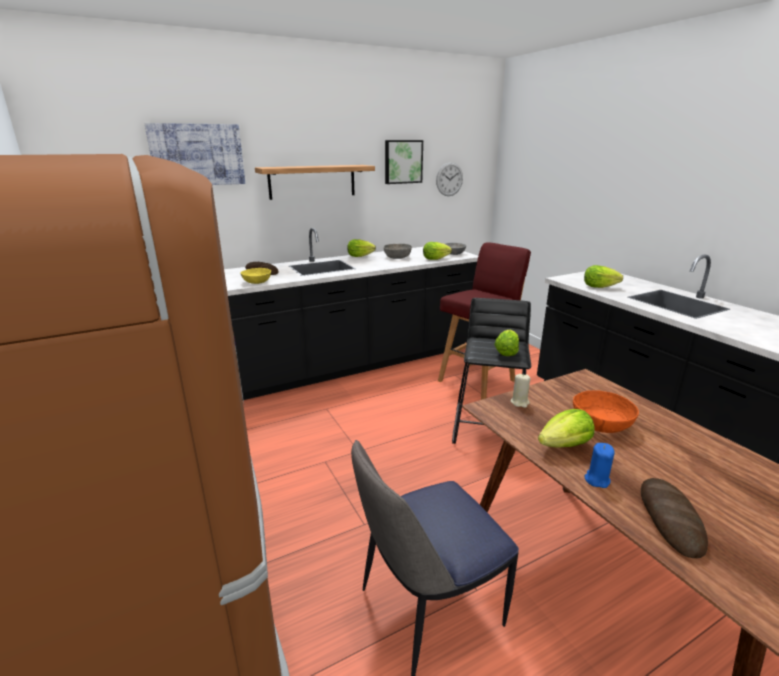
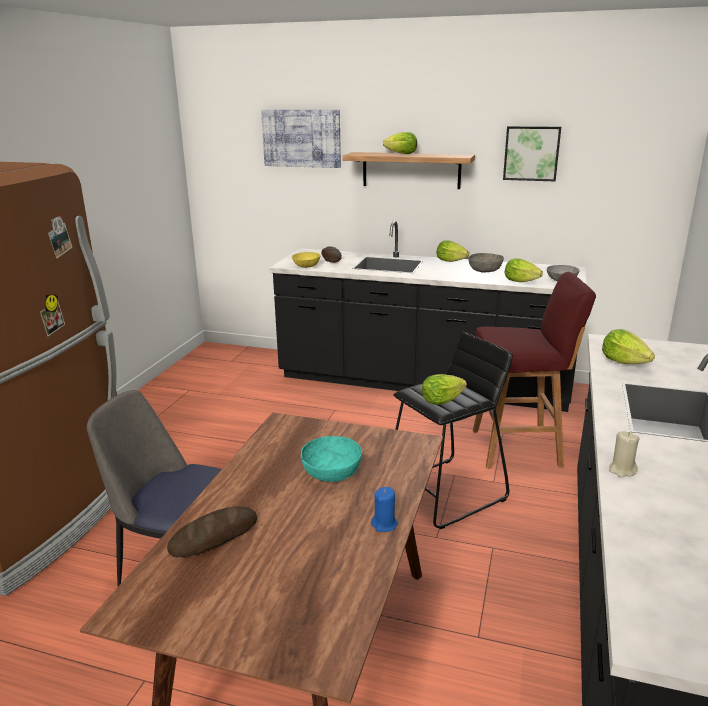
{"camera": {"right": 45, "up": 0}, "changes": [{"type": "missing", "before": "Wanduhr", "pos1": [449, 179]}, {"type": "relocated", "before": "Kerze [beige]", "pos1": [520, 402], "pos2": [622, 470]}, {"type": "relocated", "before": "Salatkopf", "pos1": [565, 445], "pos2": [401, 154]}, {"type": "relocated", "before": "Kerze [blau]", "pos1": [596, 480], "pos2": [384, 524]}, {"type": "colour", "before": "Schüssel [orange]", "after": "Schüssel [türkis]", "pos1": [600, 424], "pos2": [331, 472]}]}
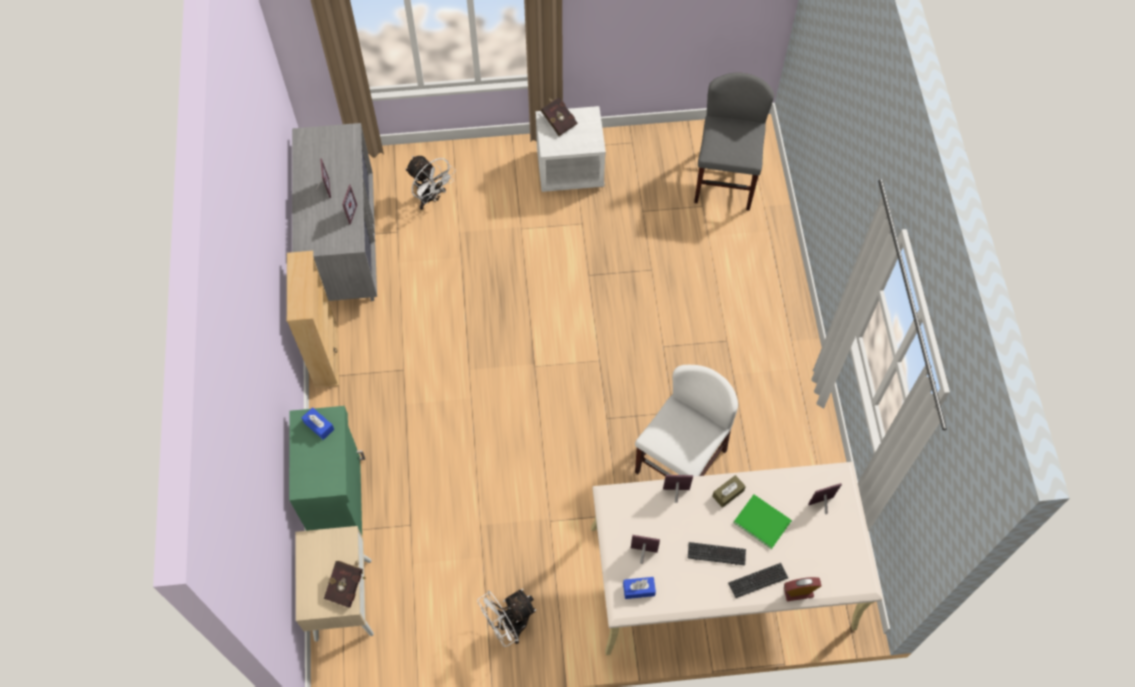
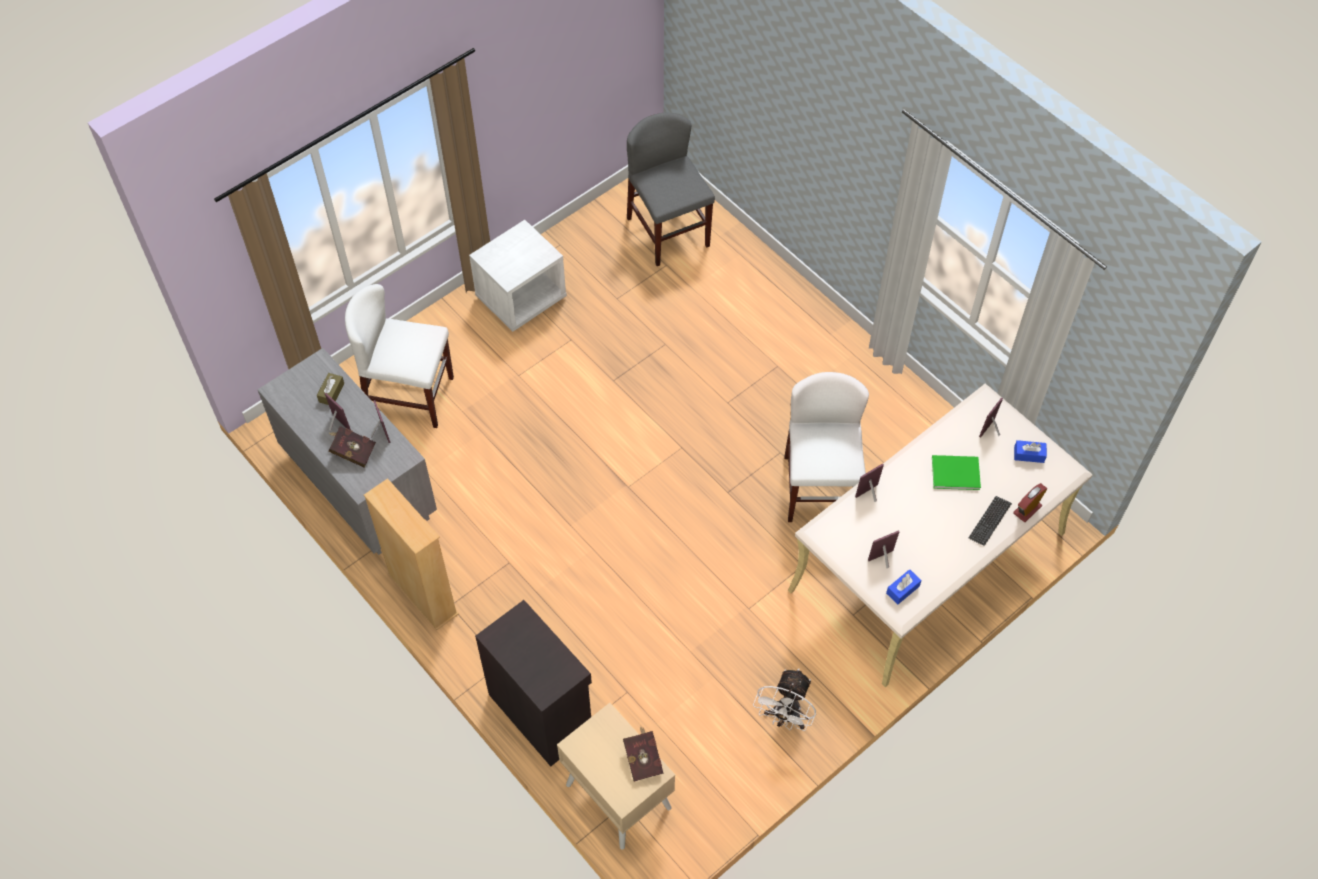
{"camera": {"right": -35, "up": -5}, "changes": [{"type": "missing", "before": "Tastatur", "pos1": [716, 554]}, {"type": "relocated", "before": "Taschentuchbox [blau]", "pos1": [319, 426], "pos2": [1029, 455]}, {"type": "relocated", "before": "Buch [rot]", "pos1": [558, 121], "pos2": [352, 451]}, {"type": "relocated", "before": "Taschentuchbox [braun]", "pos1": [728, 493], "pos2": [331, 393]}, {"type": "exchanged", "before": "Ventilator [weiß]", "after": "Stuhl [weiß]", "pos1": [431, 198], "pos2": [410, 396]}, {"type": "colour", "before": "Schrank [grün]", "after": "Schrank [schwarz]", "pos1": [339, 498], "pos2": [541, 712]}]}
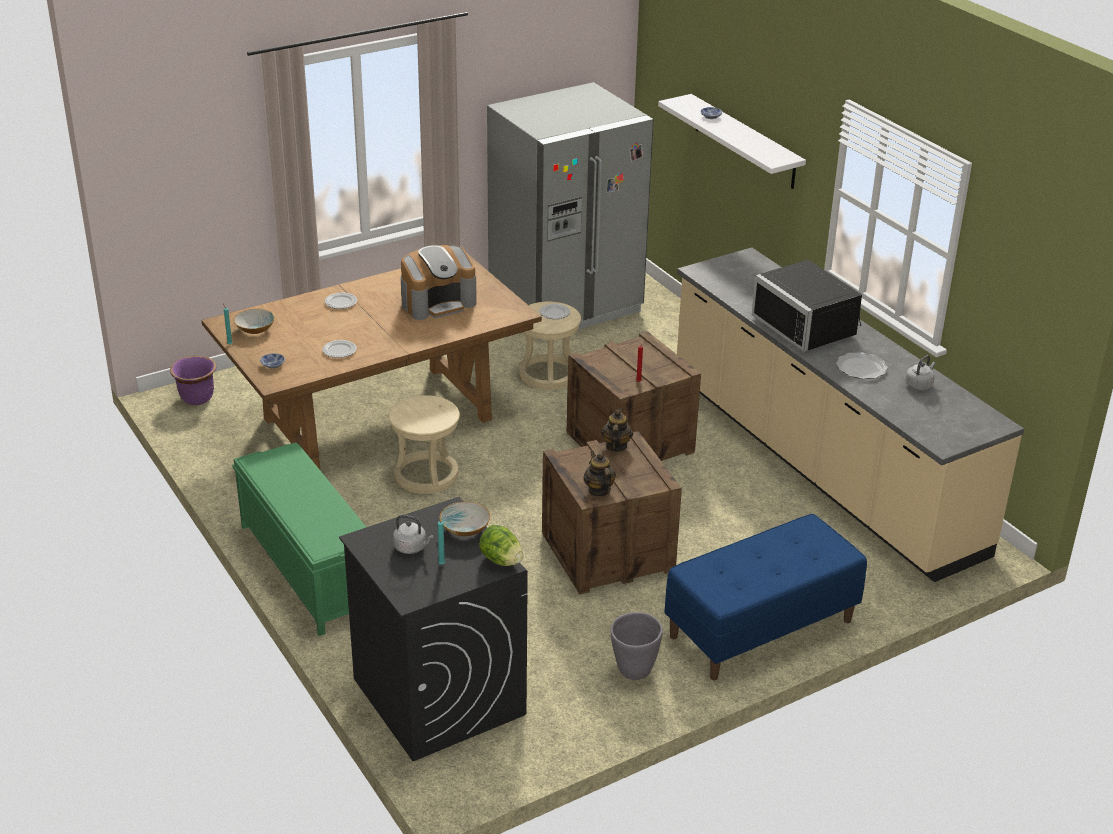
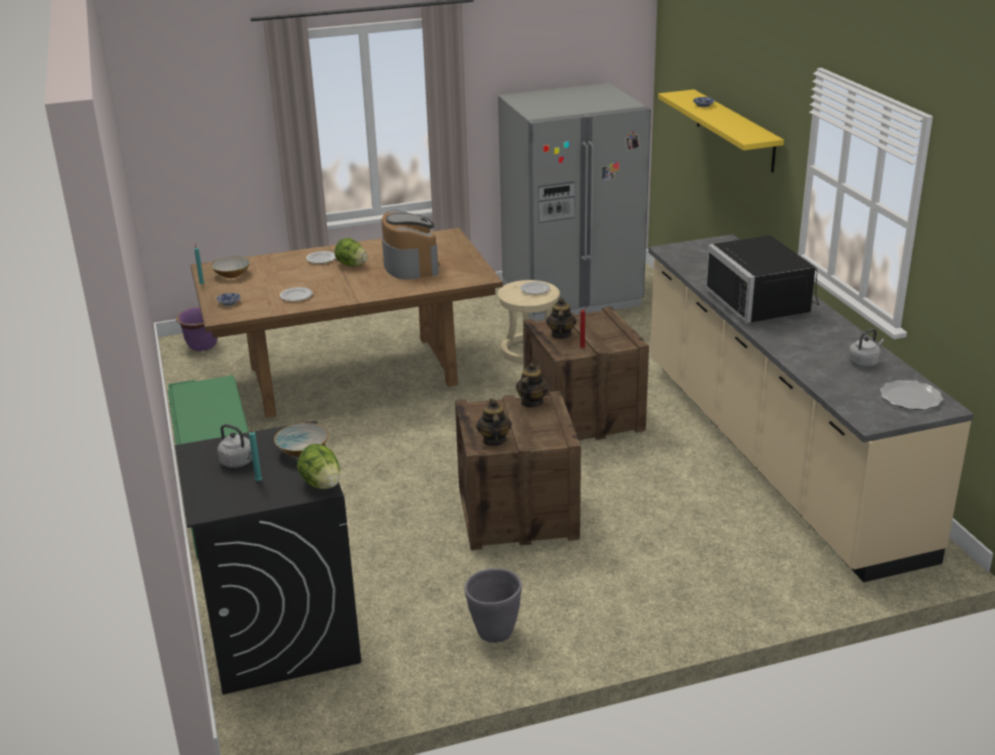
{"camera": {"right": 15, "up": -5}, "changes": [{"type": "missing", "before": "Hocker [beige]", "pos1": [426, 475]}, {"type": "missing", "before": "Bank [blau]", "pos1": [761, 629]}, {"type": "appeared", "after": "Salatkopf", "pos2": [351, 265]}, {"type": "appeared", "after": "Teekanne", "pos2": [560, 334]}, {"type": "relocated", "before": "Teller", "pos1": [861, 368], "pos2": [910, 398]}, {"type": "colour", "before": "Wandregal [weiß]", "after": "Wandregal [gelb]", "pos1": [744, 142], "pos2": [734, 130]}, {"type": "spun", "before": "Kaffeemaschine", "pos1": [438, 303], "pos2": [410, 265], "turn": -90}]}
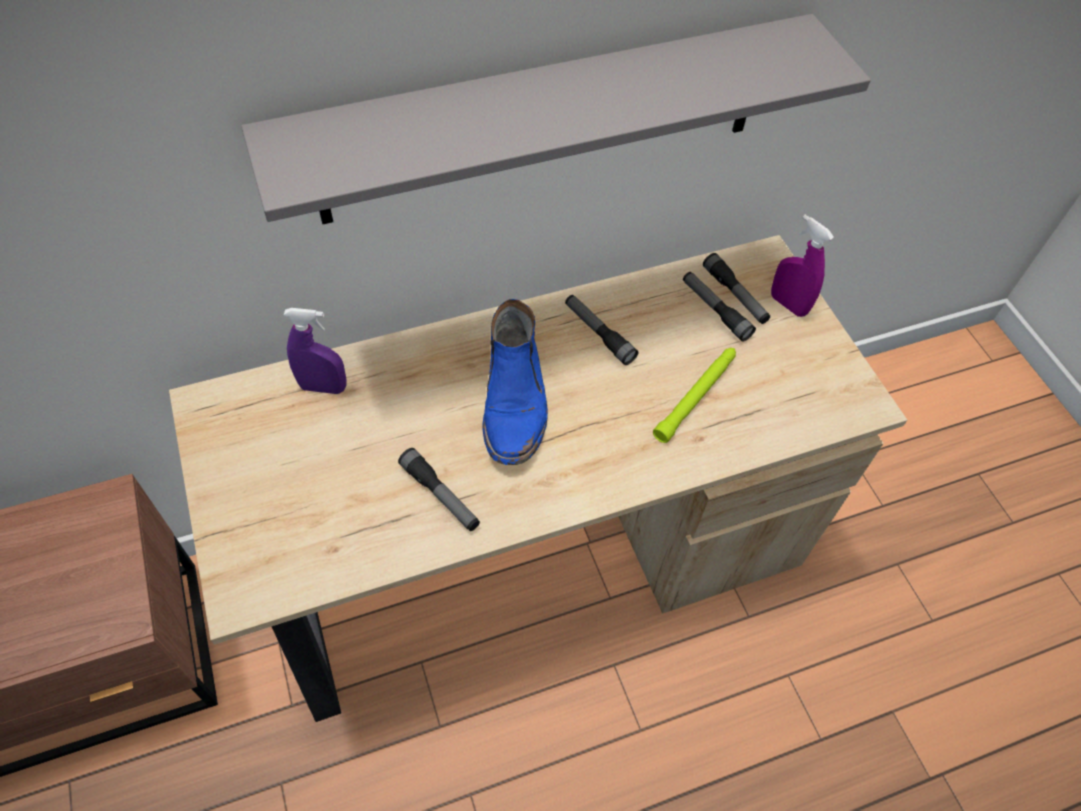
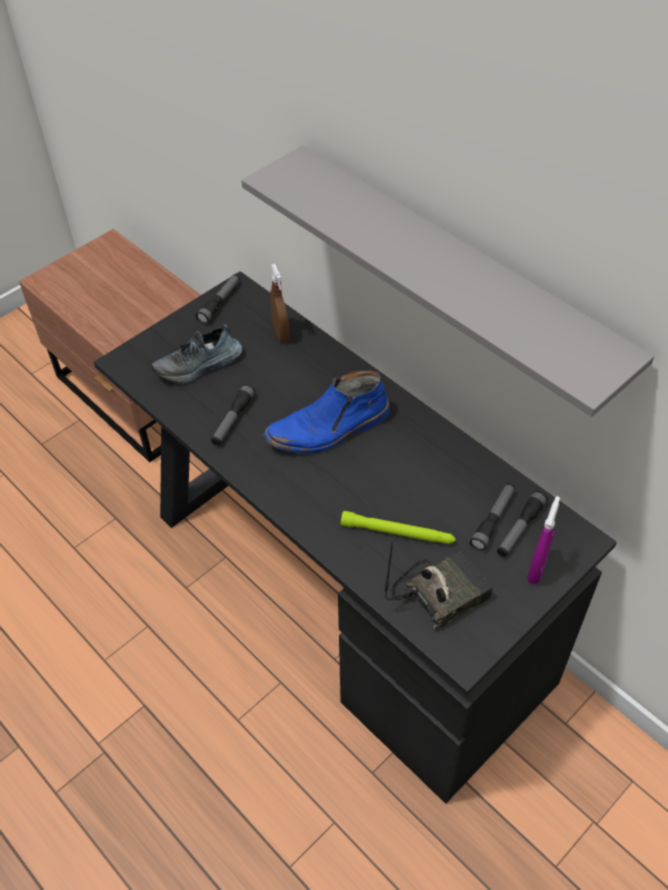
{"camera": {"right": 70, "up": -5}, "changes": [{"type": "appeared", "after": "Schuh", "pos2": [199, 366]}, {"type": "appeared", "after": "Radio", "pos2": [440, 593]}, {"type": "relocated", "before": "Taschenlampe", "pos1": [598, 333], "pos2": [220, 302]}, {"type": "colour", "before": "Schreibtisch [beige]", "after": "Schreibtisch [schwarz]", "pos1": [530, 558], "pos2": [338, 590]}, {"type": "colour", "before": "Sprühflasche [lila]", "after": "Sprühflasche [braun]", "pos1": [323, 387], "pos2": [281, 333]}]}
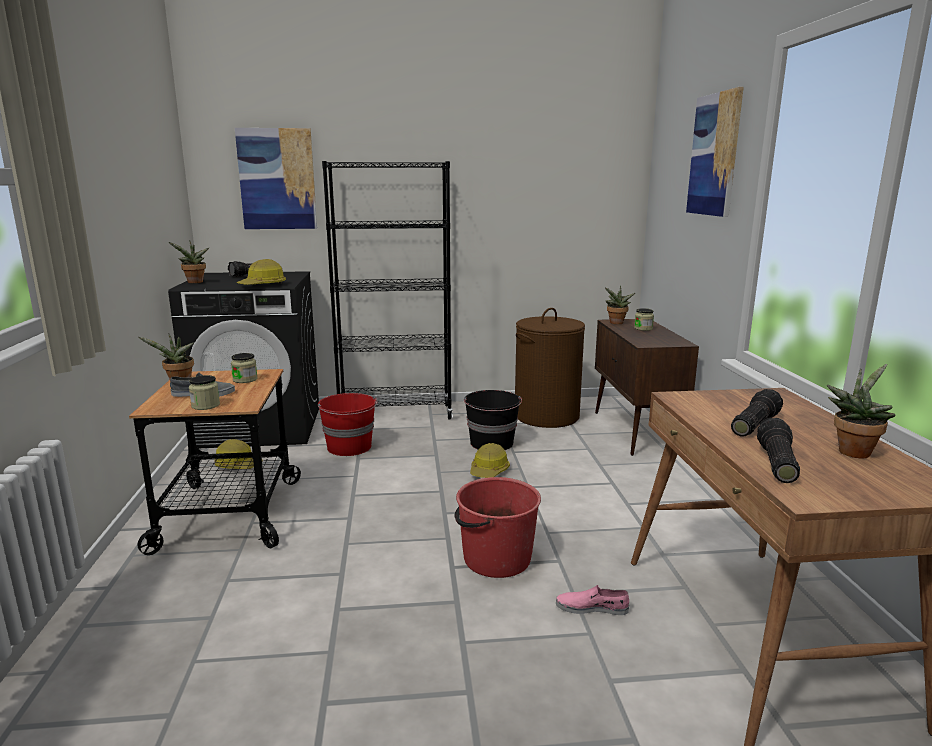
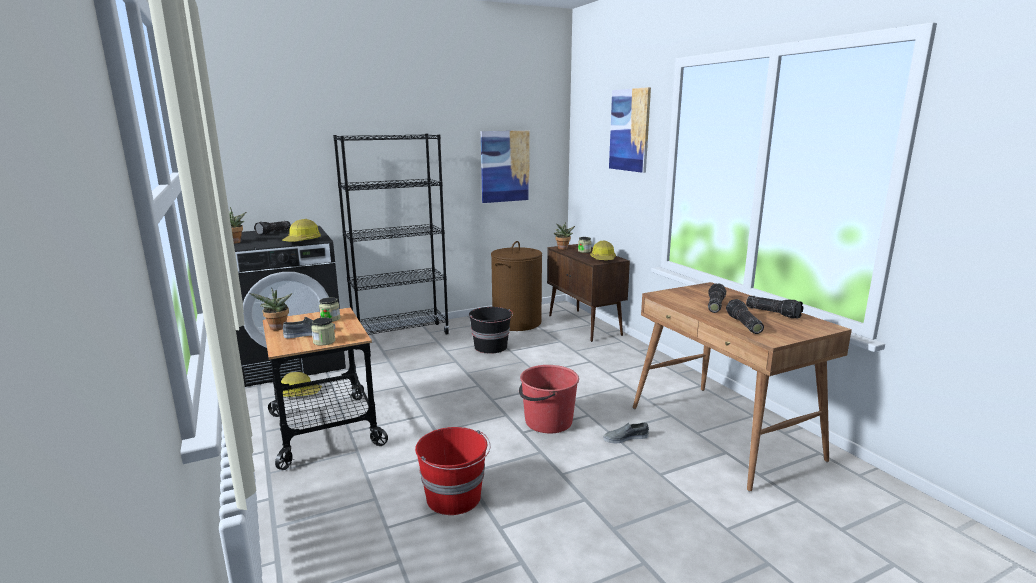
{"camera": {"right": -20, "up": 0}, "changes": [{"type": "relocated", "before": "Bild", "pos1": [277, 179], "pos2": [505, 166]}, {"type": "relocated", "before": "Eimer [rot]", "pos1": [350, 447], "pos2": [454, 497]}, {"type": "relocated", "before": "Schutzhelm", "pos1": [489, 471], "pos2": [603, 259]}, {"type": "exchanged", "before": "Topfpflanze", "after": "Taschenlampe", "pos1": [853, 451], "pos2": [773, 313]}, {"type": "colour", "before": "Schuh [rosa]", "after": "Schuh [grau]", "pos1": [591, 607], "pos2": [625, 438]}]}
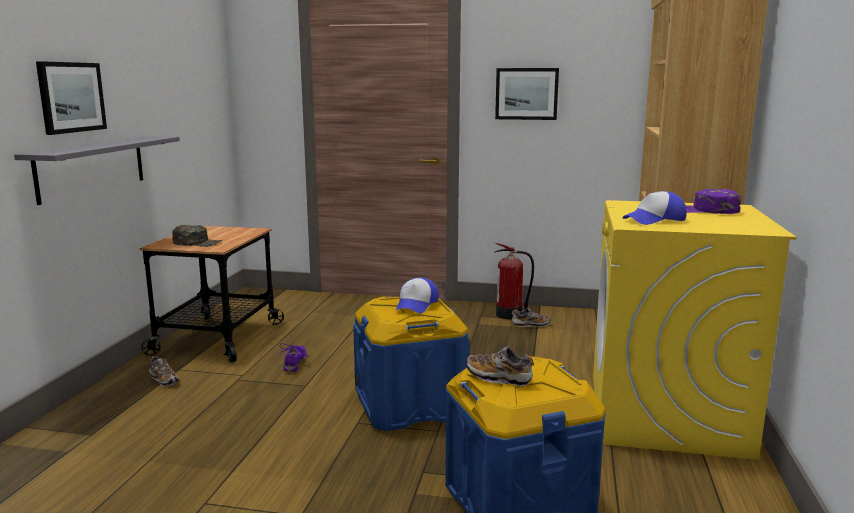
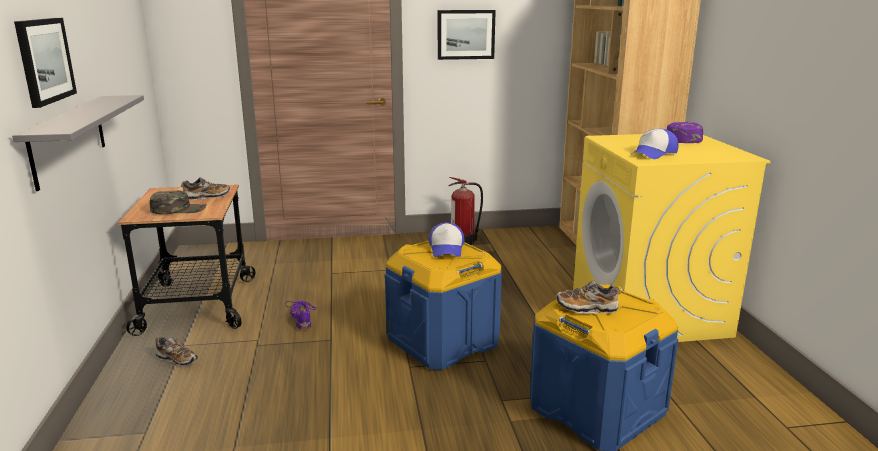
{"camera": {"right": -20, "up": 5}, "changes": [{"type": "relocated", "before": "Schuh", "pos1": [530, 324], "pos2": [206, 197]}]}
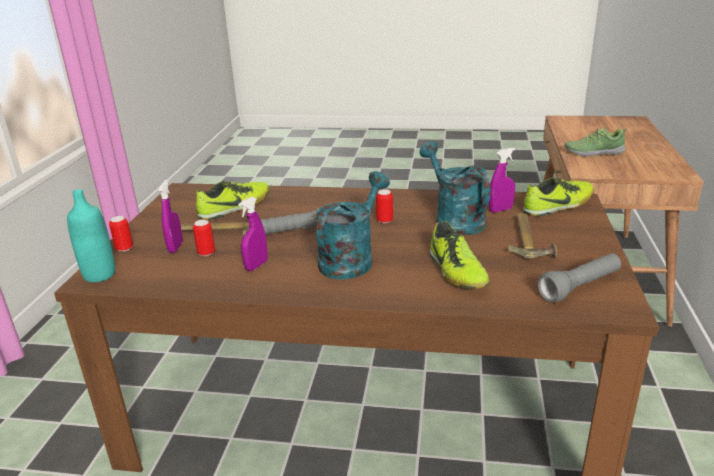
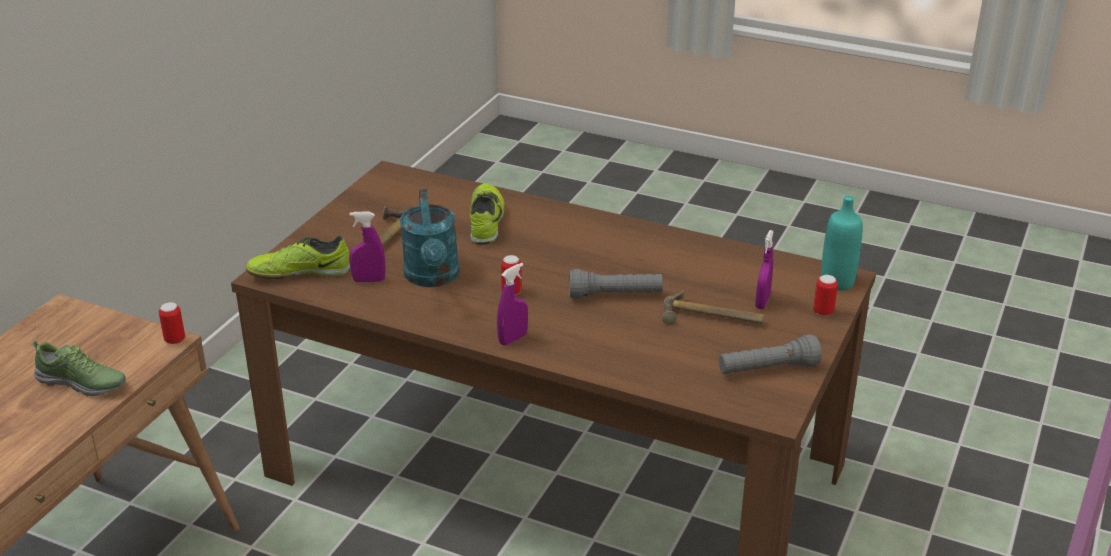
{"camera": {"right": -165, "up": 5}, "changes": [{"type": "missing", "before": "Schuh", "pos1": [235, 207]}, {"type": "missing", "before": "Gießkanne [türkis]", "pos1": [351, 259]}, {"type": "relocated", "before": "Dose", "pos1": [206, 253], "pos2": [175, 340]}, {"type": "relocated", "before": "Sprühflasche [lila]", "pos1": [256, 266], "pos2": [513, 339]}, {"type": "relocated", "before": "Taschenlampe [grau]", "pos1": [579, 287], "pos2": [767, 370]}]}
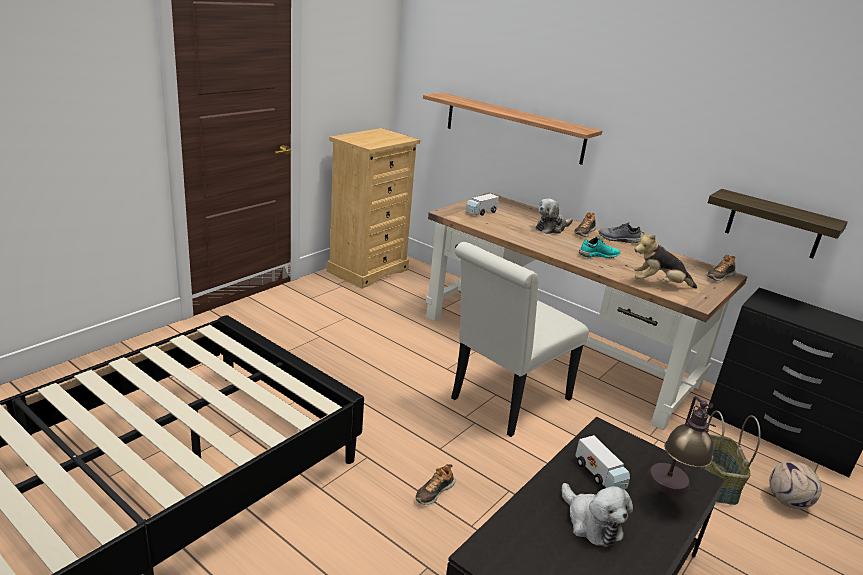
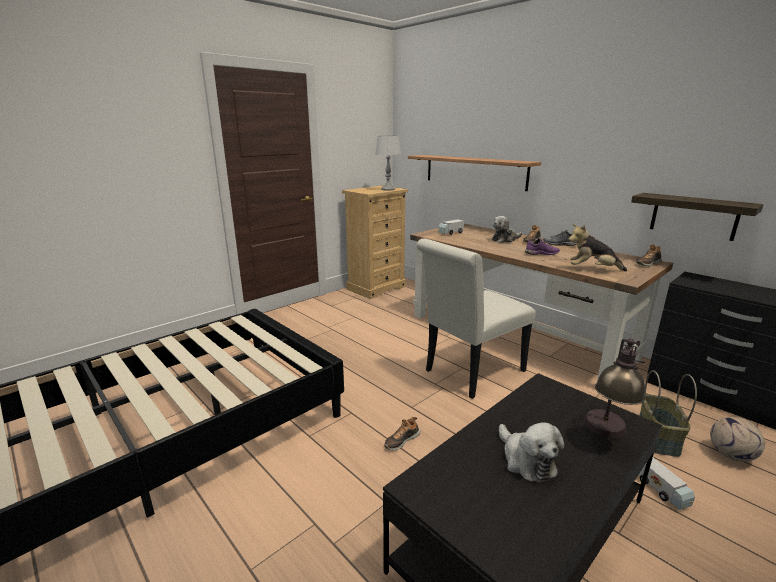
{"camera": {"right": 10, "up": -5}, "changes": [{"type": "appeared", "after": "Tischlampe [grau]", "pos2": [387, 189]}, {"type": "relocated", "before": "Spielzeuglaster", "pos1": [599, 475], "pos2": [662, 491]}, {"type": "colour", "before": "Schuh [türkis]", "after": "Schuh [lila]", "pos1": [598, 255], "pos2": [541, 253]}]}
